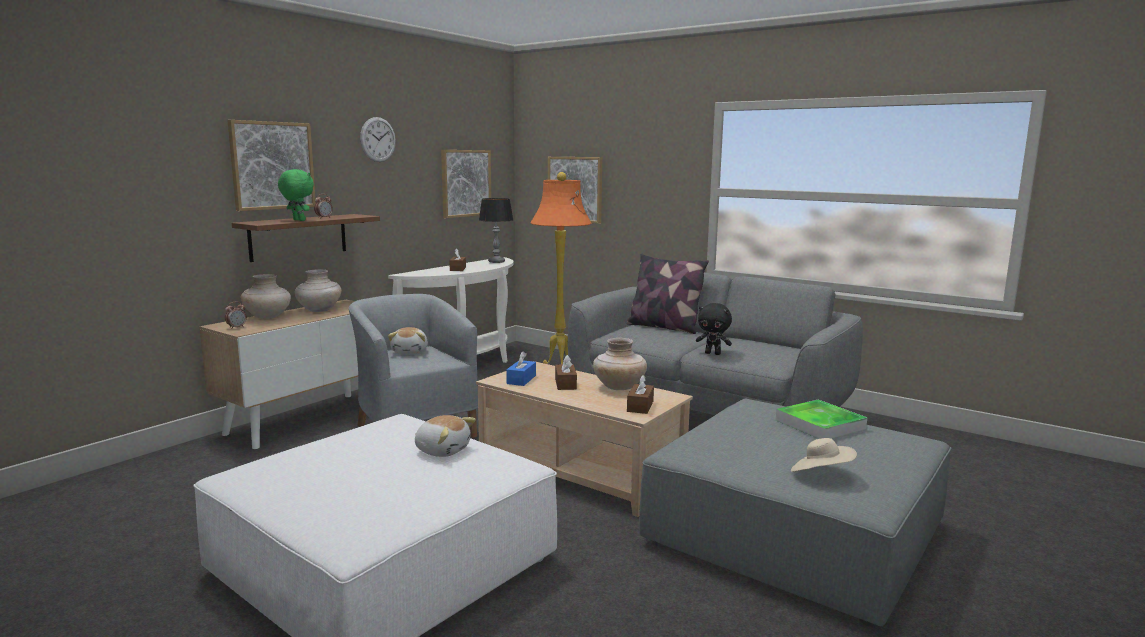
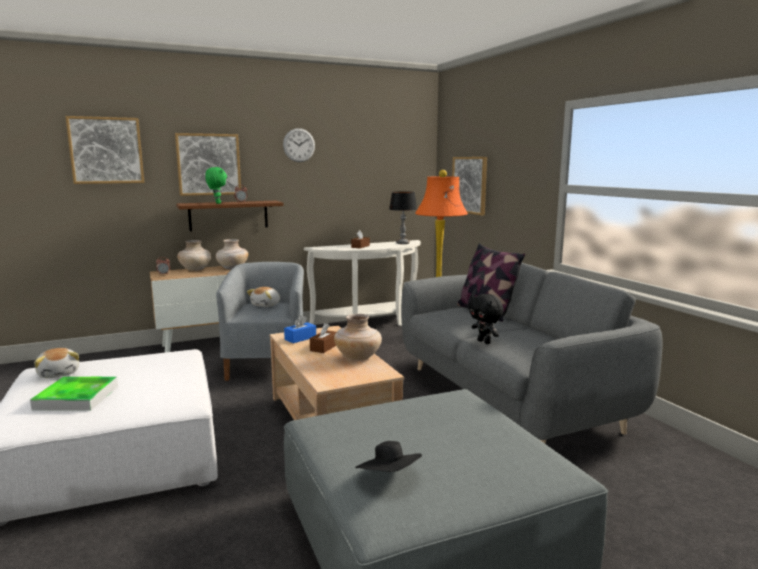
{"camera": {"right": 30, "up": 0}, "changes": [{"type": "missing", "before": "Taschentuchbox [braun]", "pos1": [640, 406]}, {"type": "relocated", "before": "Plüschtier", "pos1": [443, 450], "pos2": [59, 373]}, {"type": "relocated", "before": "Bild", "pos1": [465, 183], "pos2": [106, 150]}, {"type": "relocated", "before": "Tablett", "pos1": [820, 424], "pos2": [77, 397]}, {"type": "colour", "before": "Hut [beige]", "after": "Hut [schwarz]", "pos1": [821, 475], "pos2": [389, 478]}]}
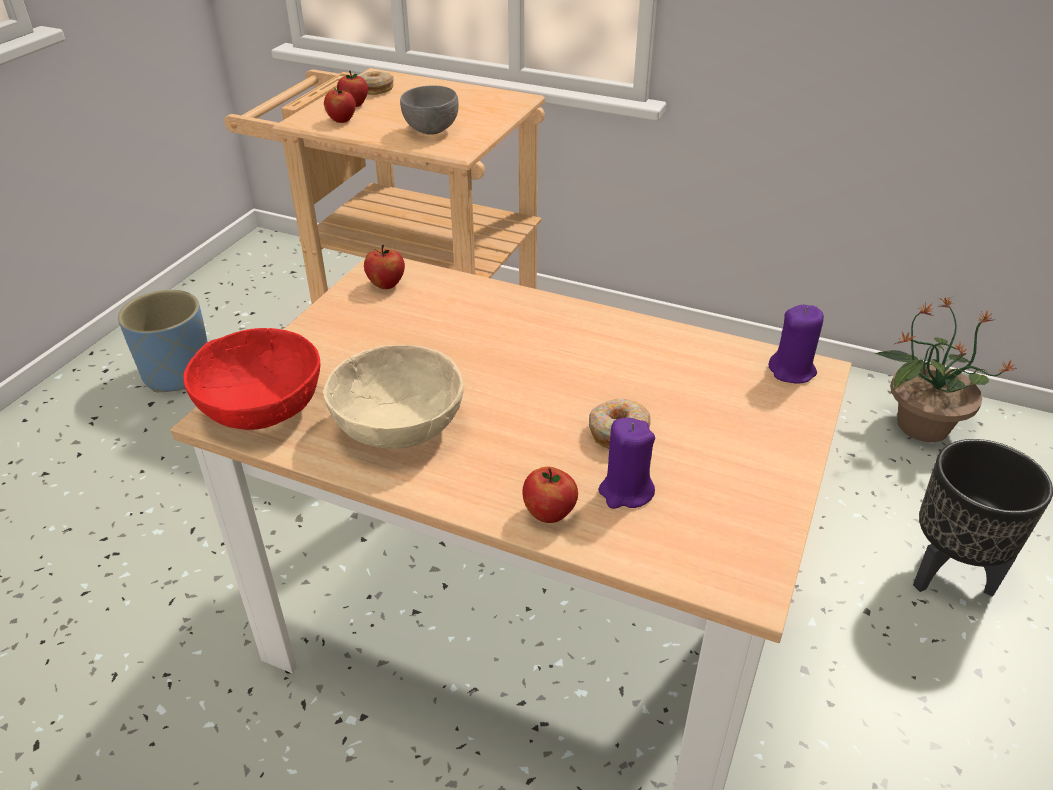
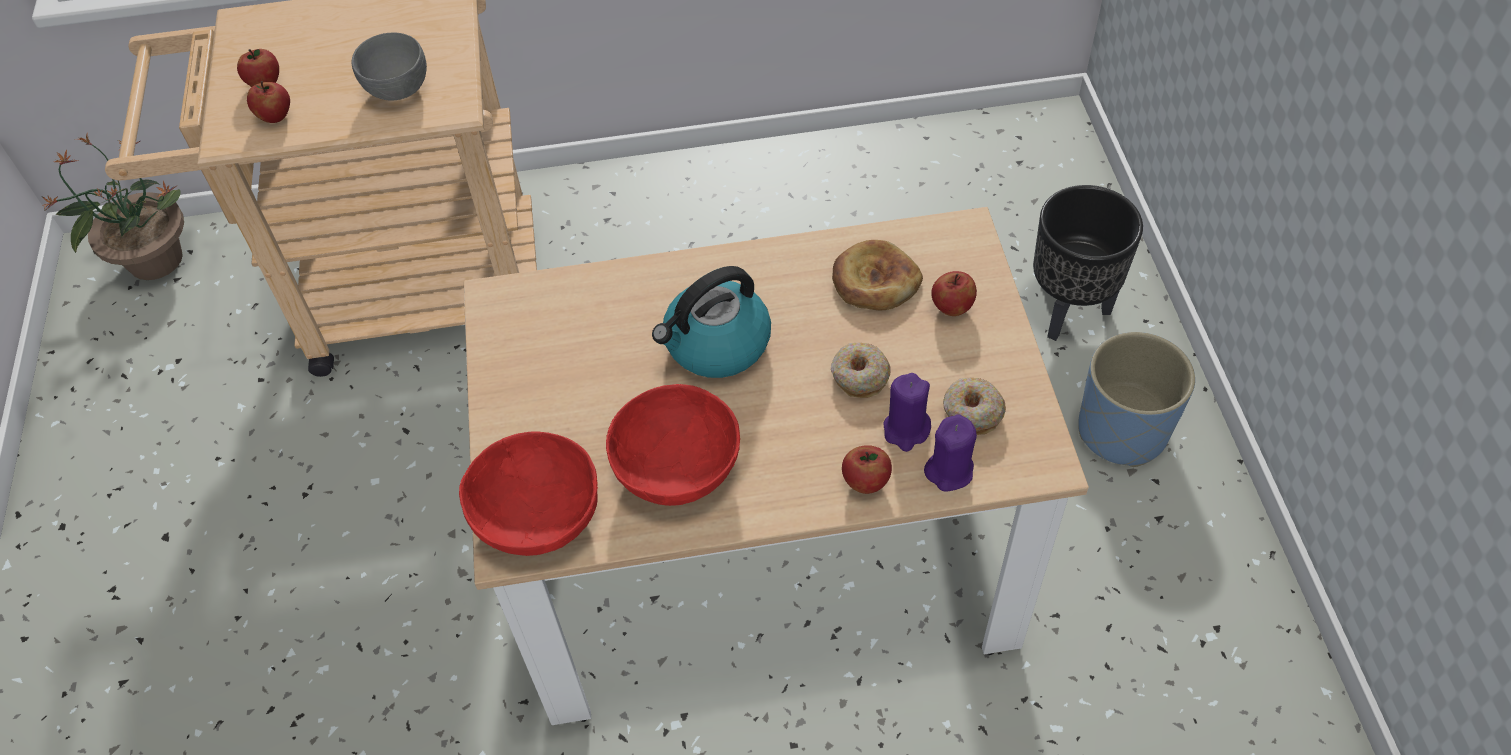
{"camera": {"right": -30, "up": 15}, "changes": [{"type": "appeared", "after": "Wasserkessel", "pos2": [716, 345]}, {"type": "appeared", "after": "Brot", "pos2": [874, 280]}, {"type": "relocated", "before": "Pflanzkübel [blau]", "pos1": [178, 373], "pos2": [1123, 430]}, {"type": "relocated", "before": "Donut", "pos1": [376, 89], "pos2": [972, 412]}, {"type": "relocated", "before": "Apfel", "pos1": [386, 284], "pos2": [951, 307]}, {"type": "relocated", "before": "Kerze [lila]", "pos1": [792, 371], "pos2": [949, 471]}, {"type": "relocated", "before": "Topfpflanze", "pos1": [920, 425], "pos2": [153, 260]}, {"type": "colour", "before": "Schüssel [beige]", "after": "Schüssel [rot]", "pos1": [398, 425], "pos2": [676, 468]}]}
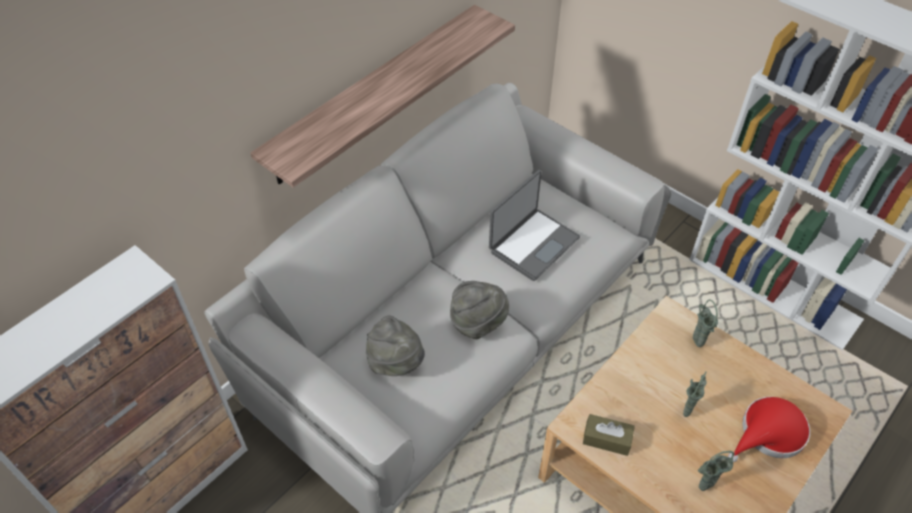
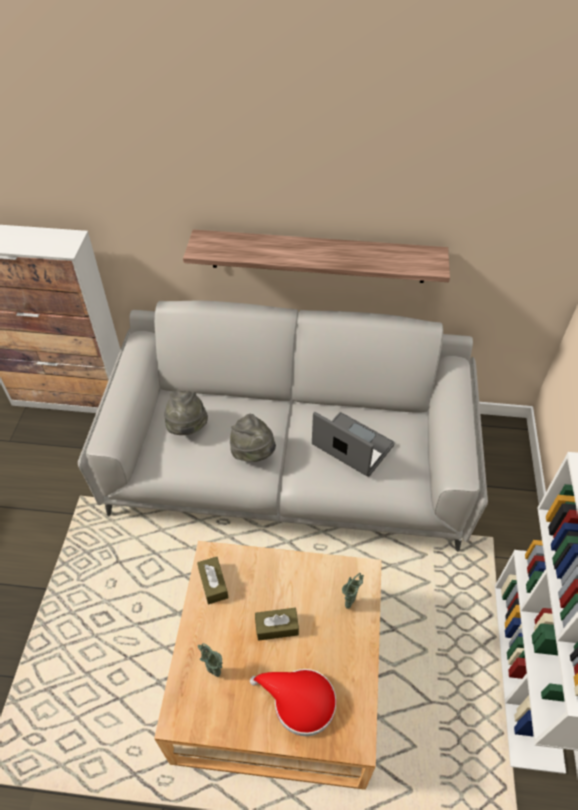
{"camera": {"right": 55, "up": 0}, "changes": [{"type": "exchanged", "before": "Vase [grün]", "after": "Taschentuchbox [braun]", "pos1": [686, 411], "pos2": [277, 627]}, {"type": "spun", "before": "Laptop", "pos1": [533, 244], "pos2": [351, 446], "turn": -150}]}
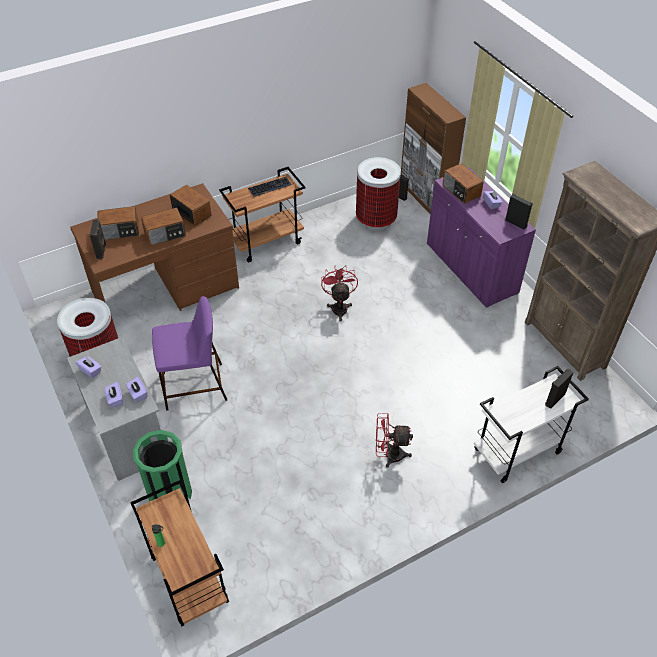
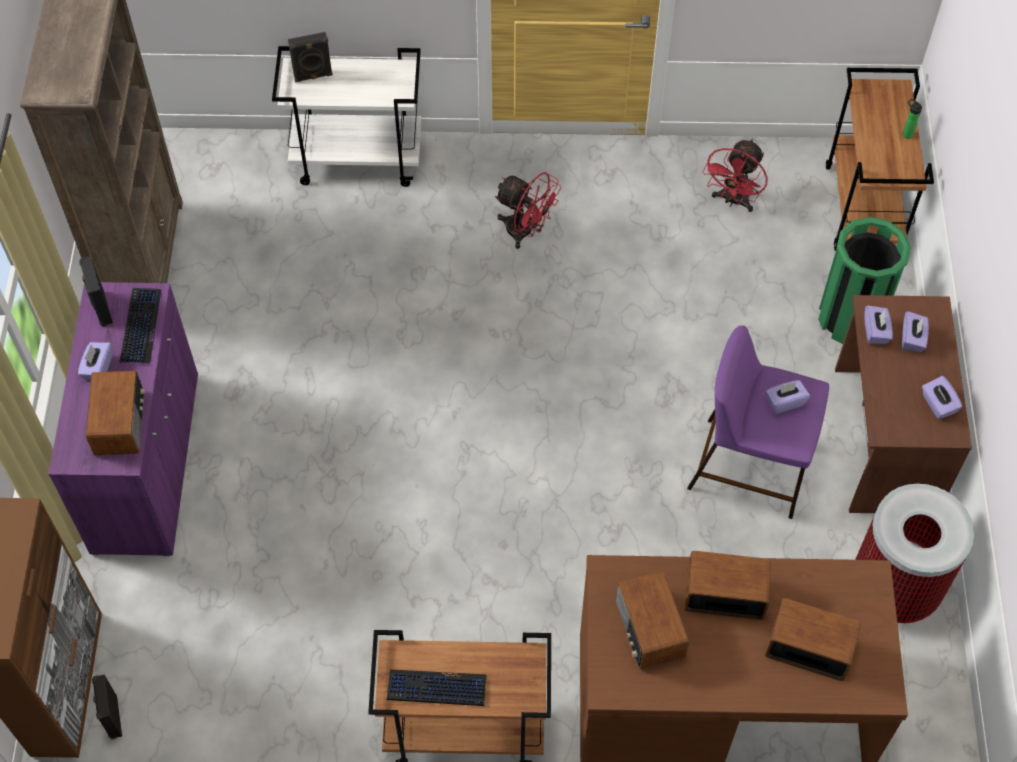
{"camera": {"right": -150, "up": 10}, "changes": [{"type": "missing", "before": "Lautsprecher [schwarz]", "pos1": [102, 251]}, {"type": "missing", "before": "Mülleimer", "pos1": [376, 219]}, {"type": "appeared", "after": "Tastatur", "pos2": [140, 326]}, {"type": "appeared", "after": "Taschentuchbox [lila]", "pos2": [785, 402]}, {"type": "relocated", "before": "Ventilator [rot]", "pos1": [339, 307], "pos2": [733, 201]}, {"type": "colour", "before": "Schreibtisch [grau]", "after": "Schreibtisch [braun]", "pos1": [127, 431], "pos2": [882, 440]}]}
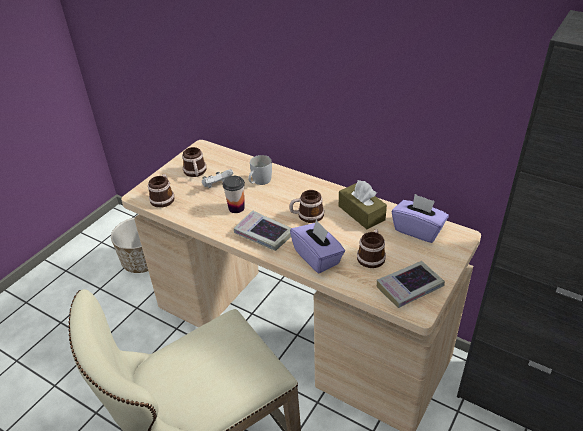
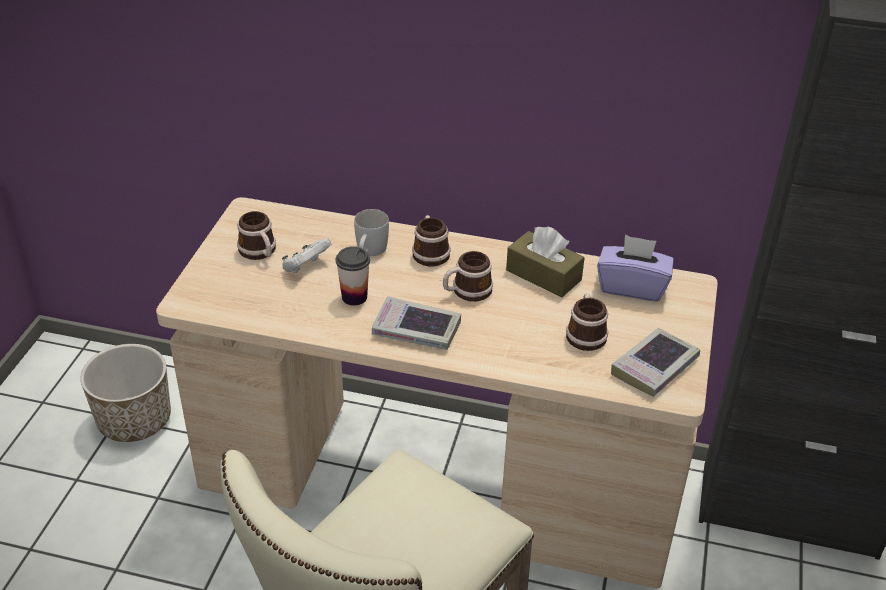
{"camera": {"right": -20, "up": 0}, "changes": [{"type": "missing", "before": "Taschentuchbox [lila]", "pos1": [317, 257]}, {"type": "relocated", "before": "Henkelbecher", "pos1": [163, 198], "pos2": [430, 252]}]}
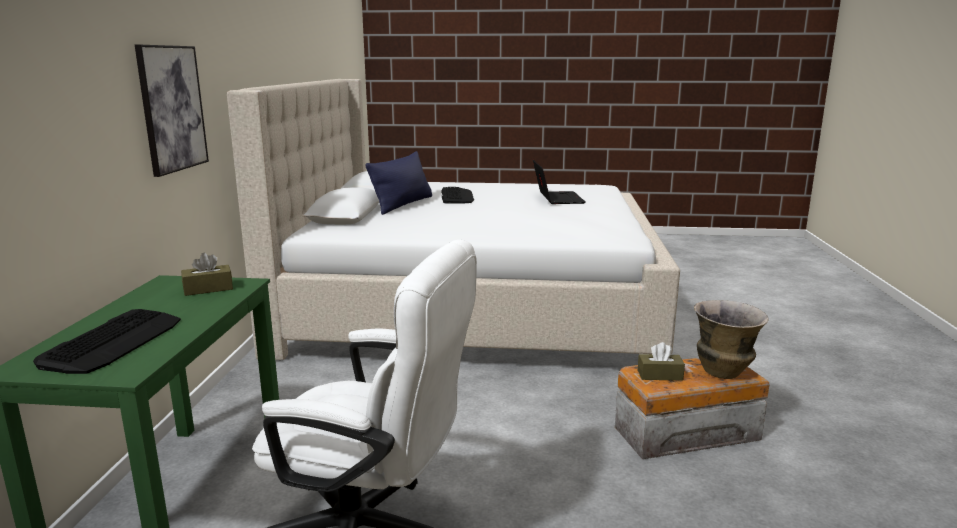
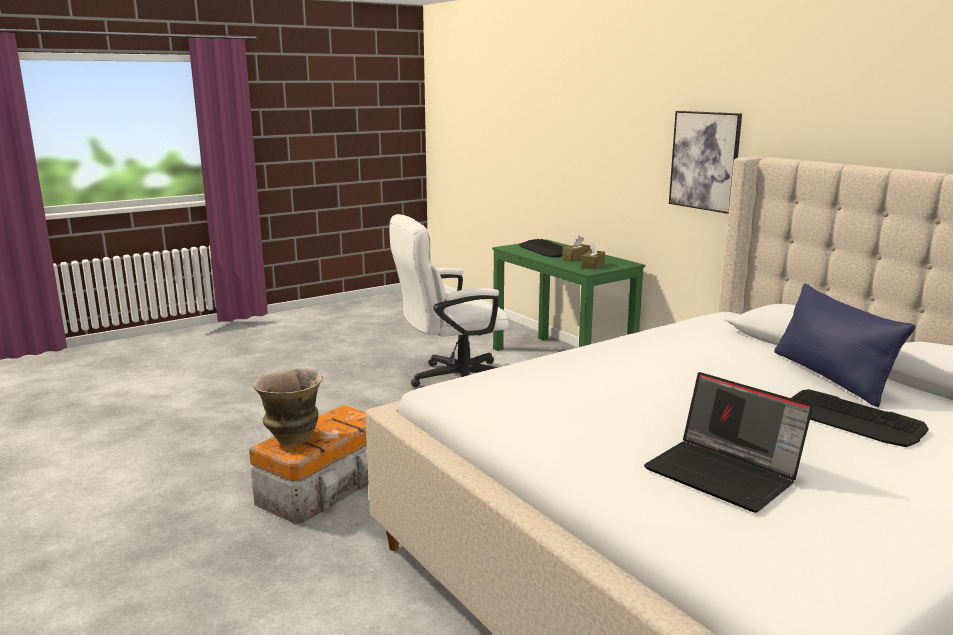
{"camera": {"right": 140, "up": 0}, "changes": [{"type": "relocated", "before": "Taschentuchbox [braun]", "pos1": [660, 375], "pos2": [577, 258]}]}
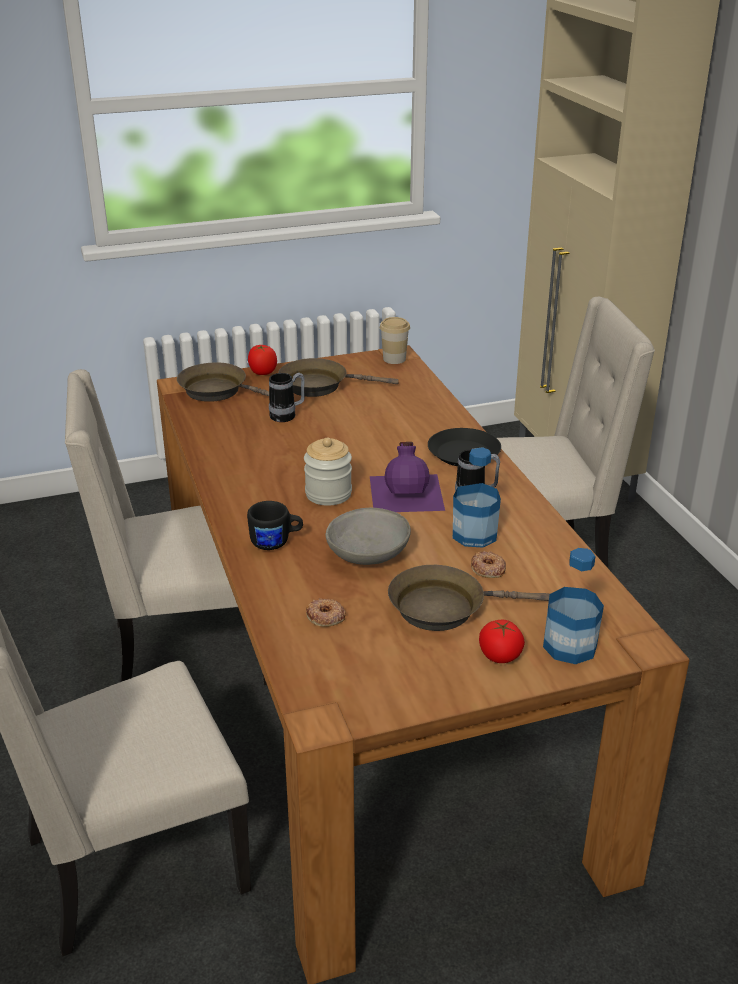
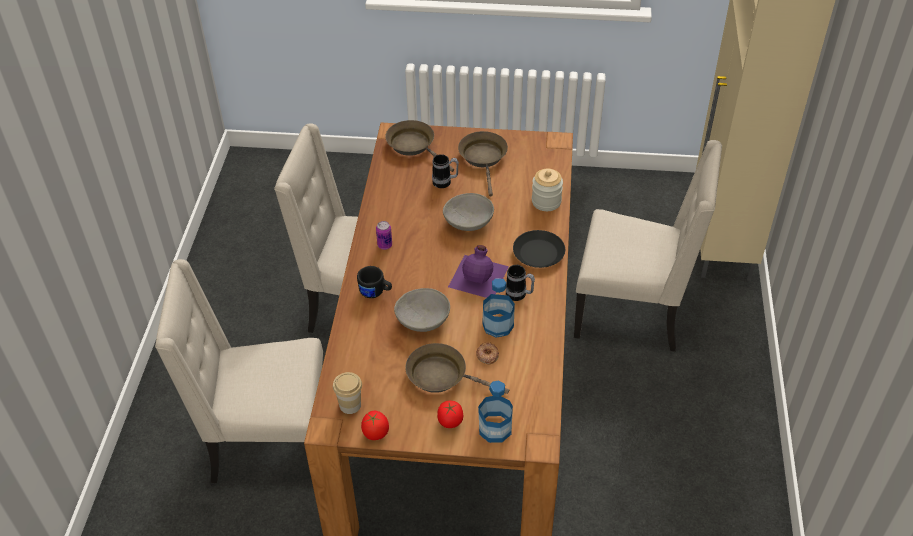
{"camera": {"right": 25, "up": 15}, "changes": [{"type": "missing", "before": "Donut", "pos1": [325, 616]}, {"type": "appeared", "after": "Dose", "pos2": [385, 245]}, {"type": "appeared", "after": "Schüssel [grau]", "pos2": [468, 223]}, {"type": "relocated", "before": "Tomate", "pos1": [262, 373], "pos2": [375, 433]}, {"type": "relocated", "before": "Vorratsglas", "pos1": [328, 494], "pos2": [546, 201]}, {"type": "relocated", "before": "Tasse", "pos1": [394, 359], "pos2": [350, 405]}, {"type": "spun", "before": "Pfanne [braun]", "pos1": [319, 385], "pos2": [484, 158], "turn": 60}]}
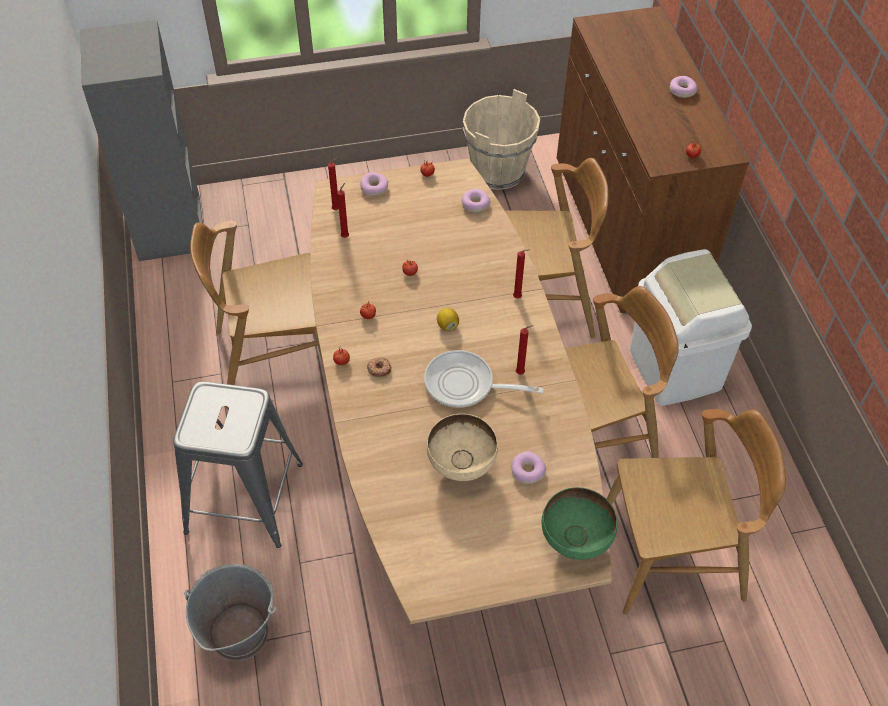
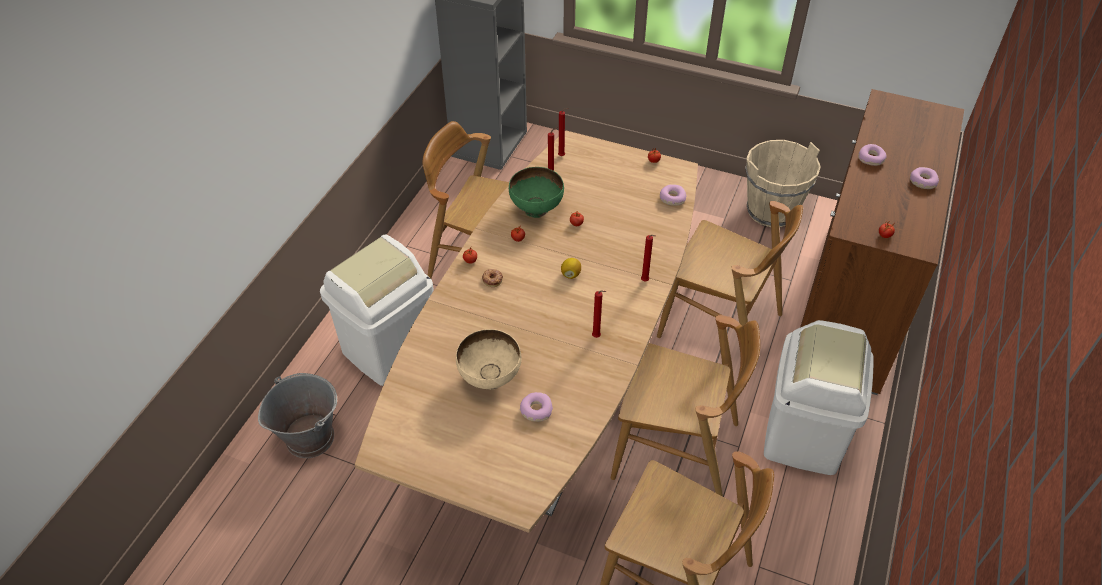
{"camera": {"right": 35, "up": -5}, "changes": [{"type": "missing", "before": "Pfanne", "pos1": [465, 385]}, {"type": "relocated", "before": "Donut", "pos1": [374, 188], "pos2": [871, 159]}, {"type": "relocated", "before": "Schüssel [grün]", "pos1": [576, 540], "pos2": [537, 209]}, {"type": "exchanged", "before": "Hocker [grau]", "after": "Mülleimer [weiß]", "pos1": [245, 498], "pos2": [389, 349]}]}
